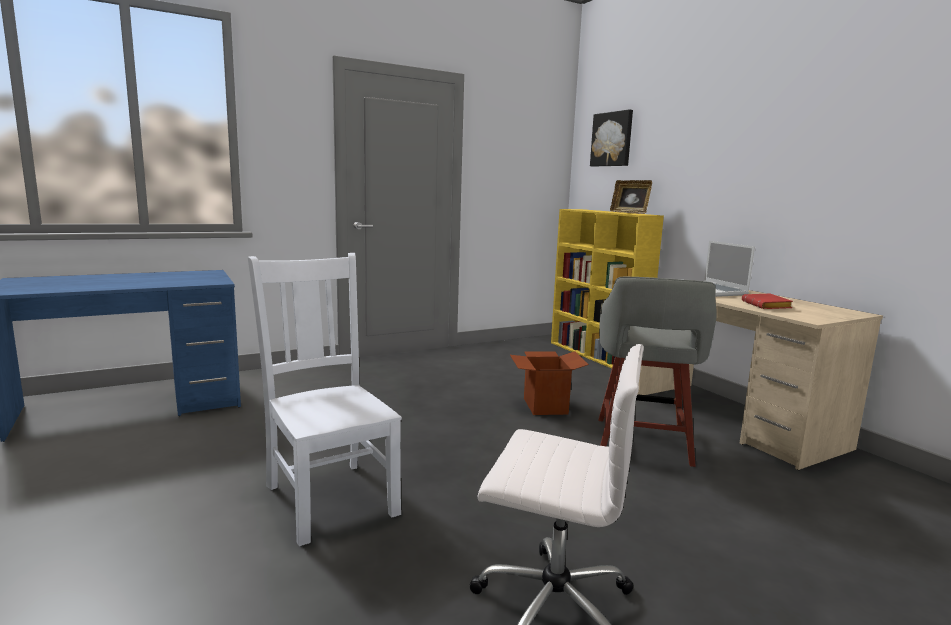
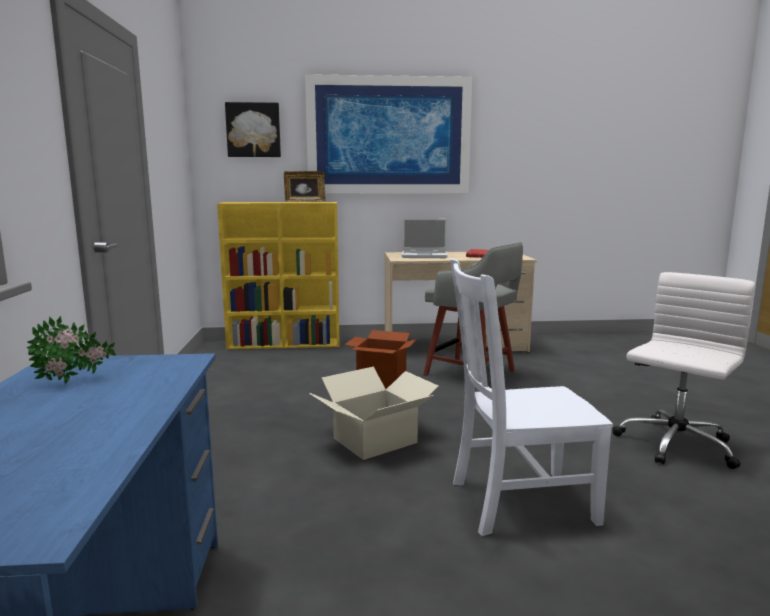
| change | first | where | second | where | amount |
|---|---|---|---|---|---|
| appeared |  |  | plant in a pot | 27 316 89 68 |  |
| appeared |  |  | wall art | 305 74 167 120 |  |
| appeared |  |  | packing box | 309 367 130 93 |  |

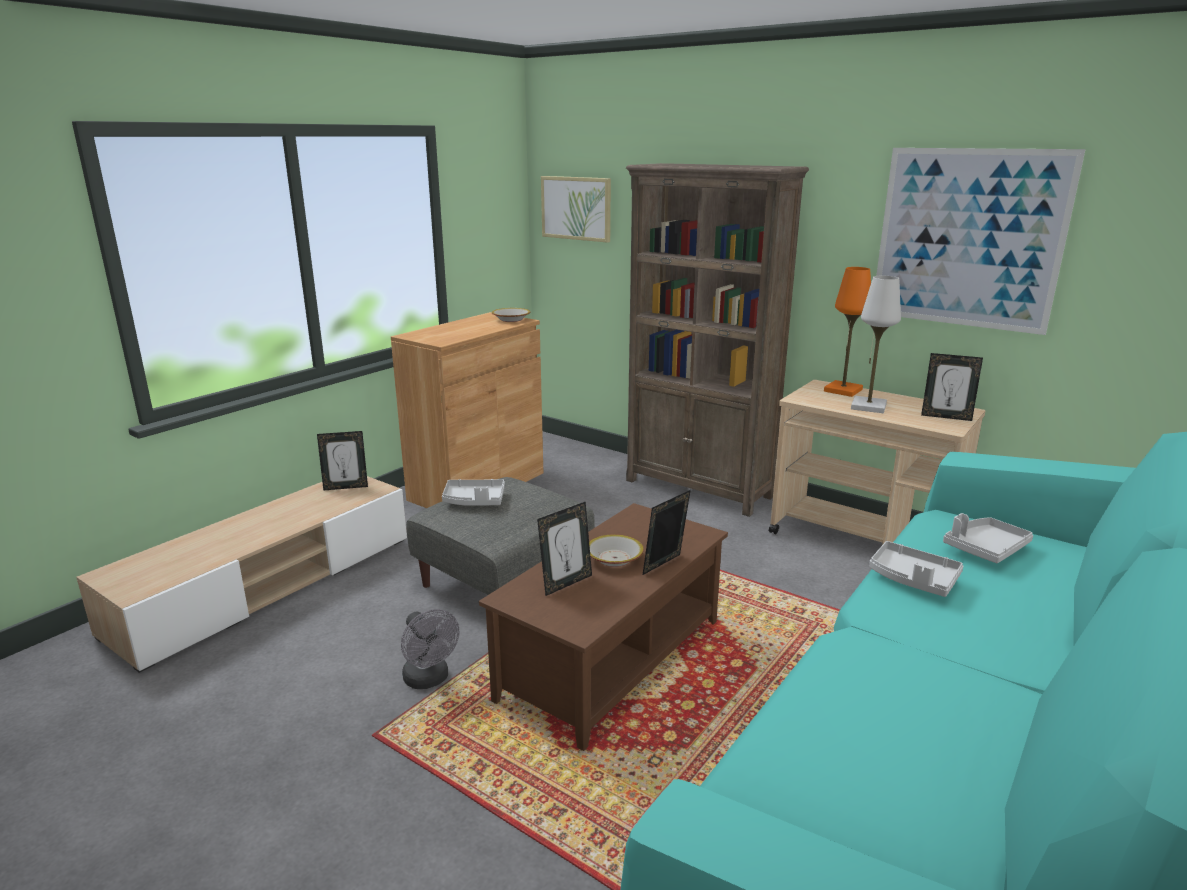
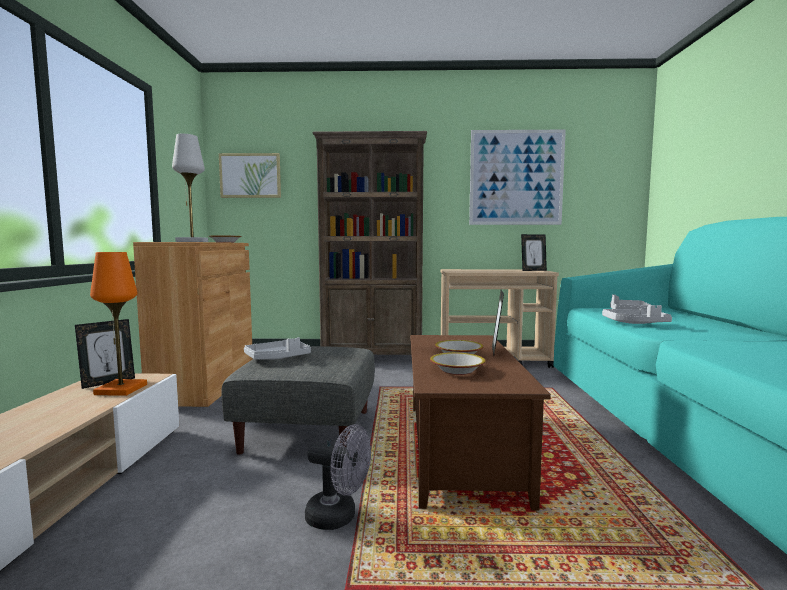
| change | first | where | second | where | amount |
|---|---|---|---|---|---|
| relocated | lamp for a table in orange | 824 267 47 130 |  | 90 252 57 144 |  |
| relocated | lamp for a table in whitish | 851 276 50 137 |  | 172 134 36 108 |  |
| exchanged | photo frame | 537 501 55 95 | bowl | 430 352 56 23 |  |

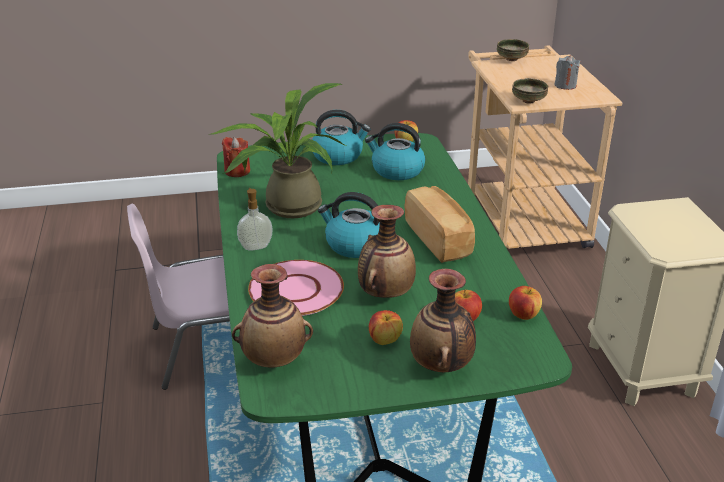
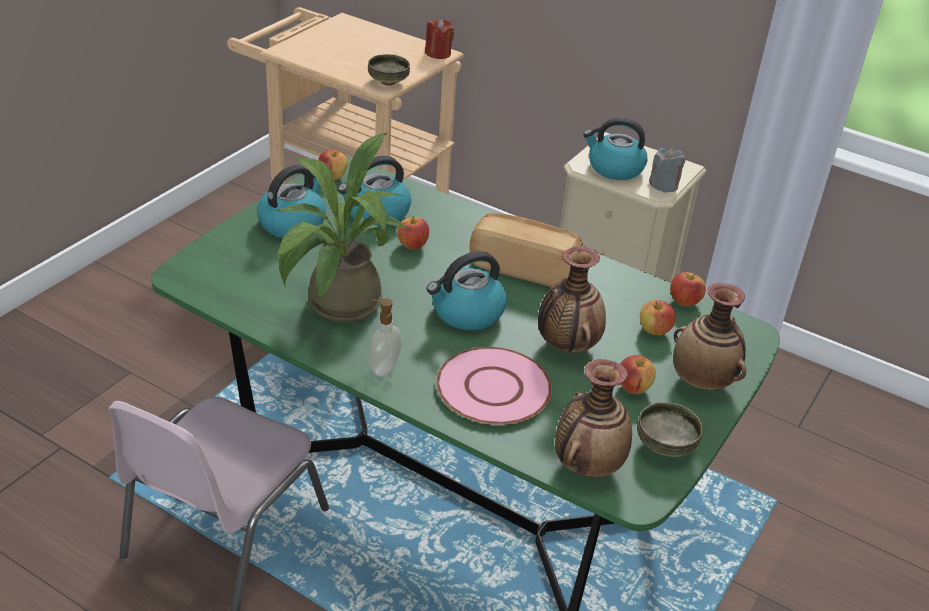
| change | first | where | second | where | amount |
|---|---|---|---|---|---|
| appeared |  |  | apple fruit | 397 216 32 34 |  |
| appeared |  |  | kettle | 583 118 65 62 |  |
| relocated | candle in reddish | 222 137 28 40 |  | 425 18 29 41 |  |
| relocated | bowl | 497 39 32 22 |  | 637 402 66 55 |  |
| relocated | candle in gray | 554 55 27 35 |  | 649 148 37 44 |  |

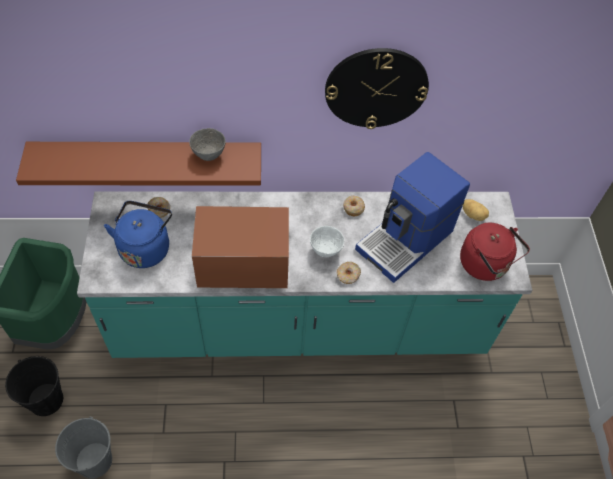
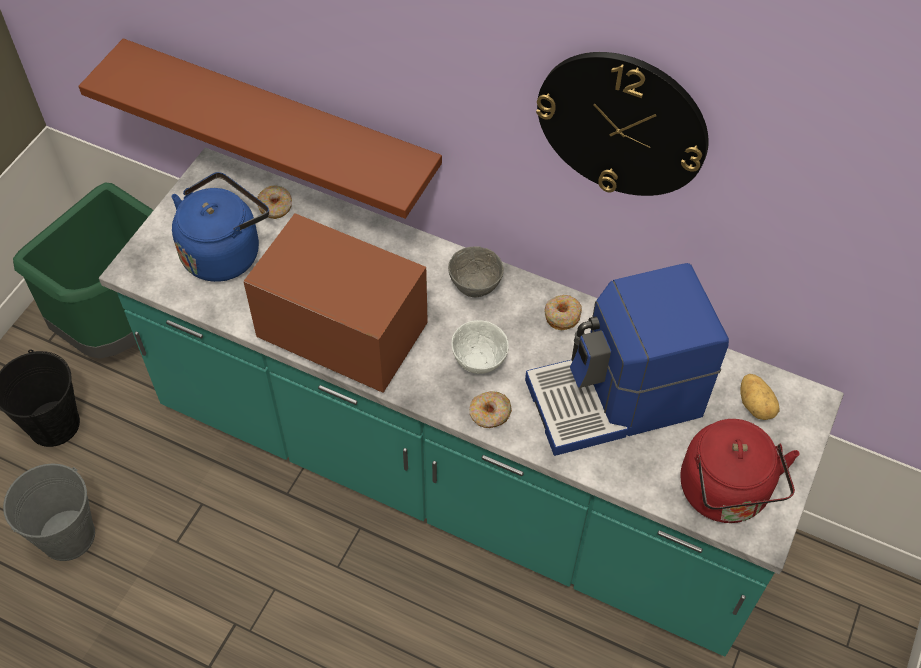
| change | first | where | second | where | amount |
|---|---|---|---|---|---|
| relocated | bowl in gray | 189 128 37 33 |  | 448 246 56 51 |  |

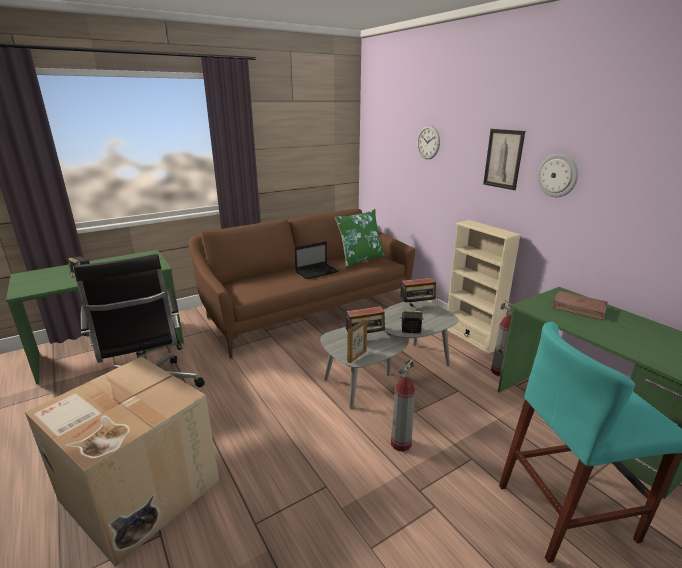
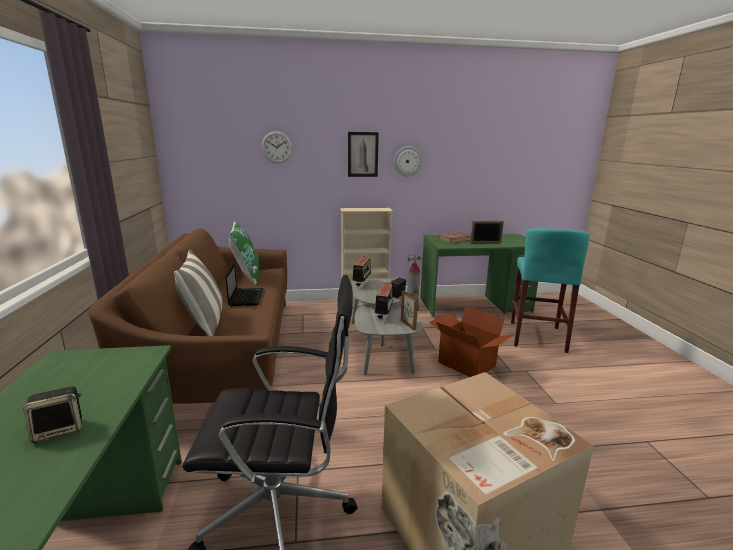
| change | first | where | second | where | amount |
|---|---|---|---|---|---|
| appeared |  |  | throw pillow | 174 249 49 87 |  |
| appeared |  |  | photo frame | 470 221 34 23 |  |
| exchanged | fire-fighting cylinder | 391 358 24 93 | packing box | 429 305 86 72 |  |

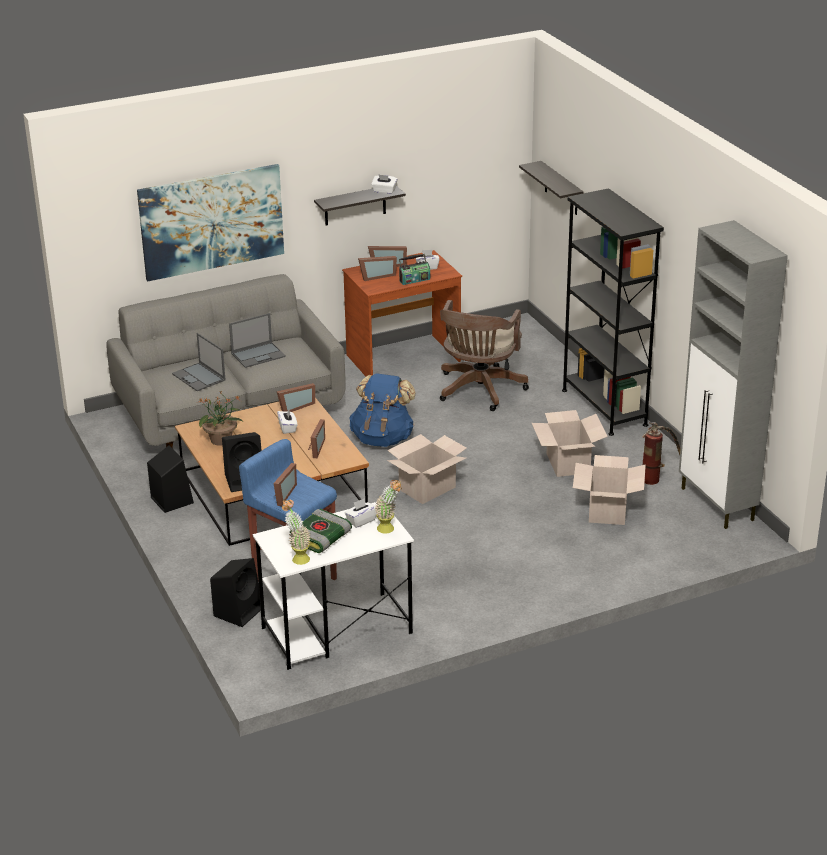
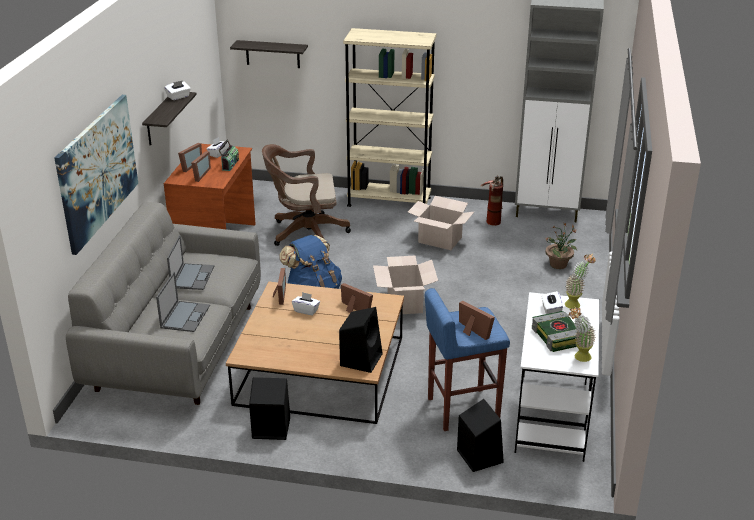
| change | first | where | second | where | amount |
|---|---|---|---|---|---|
| missing | packing box | 573 455 73 70 |  |  |  |
| relocated | plant in a pot | 196 392 47 54 |  | 545 223 32 46 |  |
| colour | bookcase in black | 562 188 102 248 | bookcase in beige | 343 28 94 179 |  |
| spun | laptop | 172 333 54 58 |  | 156 272 54 60 | 75 degrees counterclockwise |
| spun | desk chair in brown | 440 300 89 111 |  | 262 144 89 102 | 120 degrees clockwise |

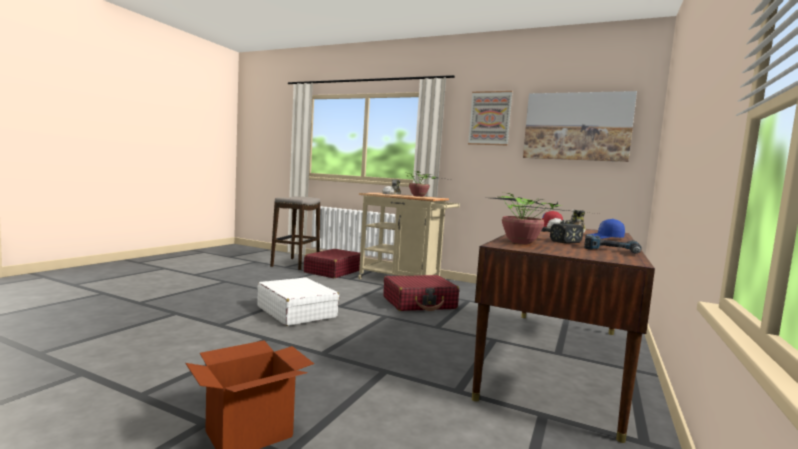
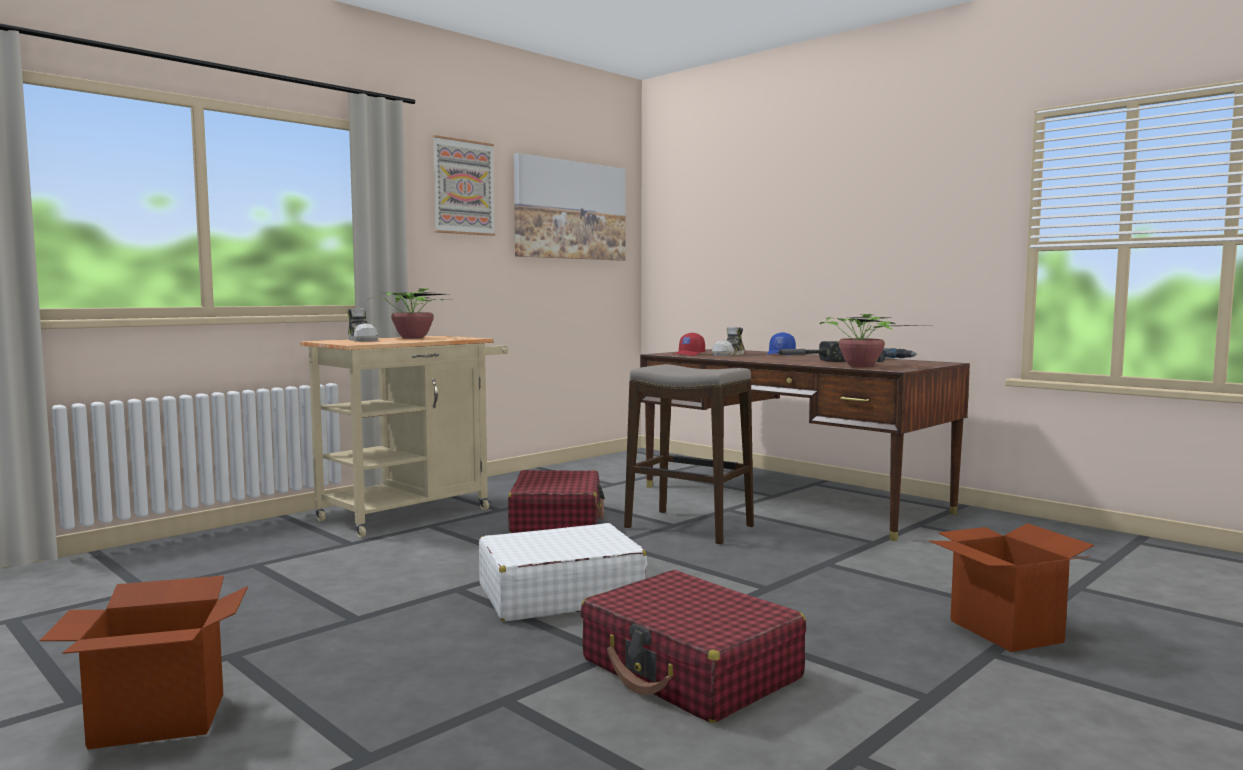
| change | first | where | second | where | amount |
|---|---|---|---|---|---|
| appeared |  |  | packing box | 39 576 209 173 |  |
| relocated | stool seat | 270 196 50 74 |  | 624 364 130 181 |  |
| relocated | piece of luggage in reddish | 304 249 56 29 |  | 581 570 225 153 |  |

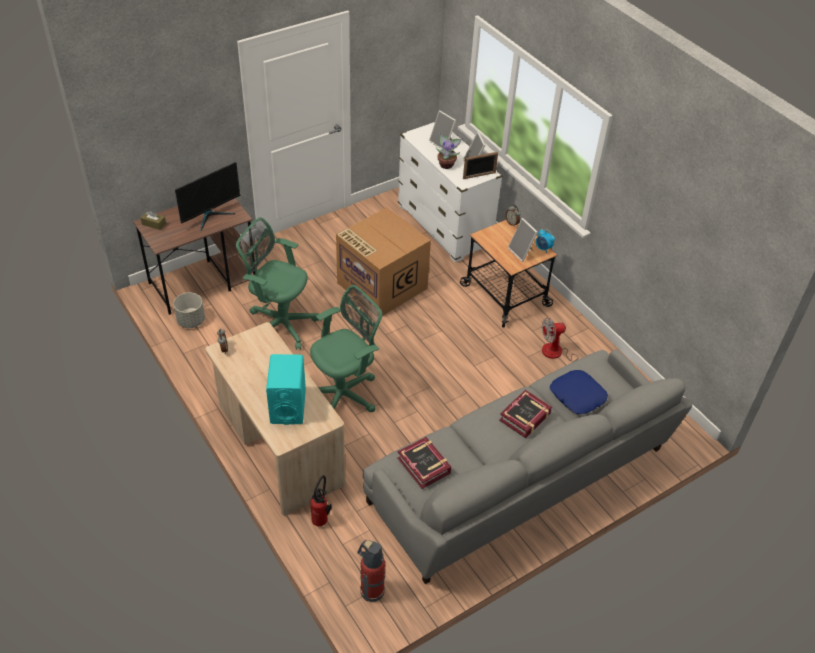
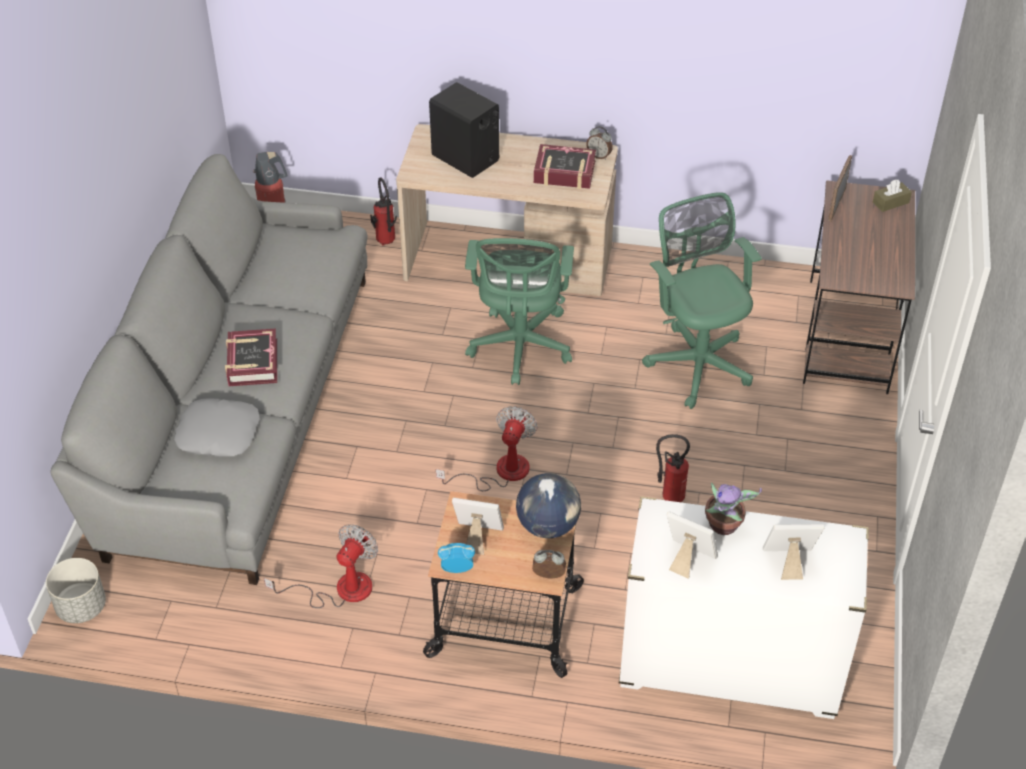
| change | first | where | second | where | amount |
|---|---|---|---|---|---|
| missing | computer screen | 175 162 65 69 |  |  |  |
| appeared |  |  | fan | 436 406 102 85 |  |
| appeared |  |  | globe | 516 473 65 65 |  |
| relocated | plant pot in gray | 173 292 32 36 |  | 46 558 60 65 |  |
| relocated | bound book | 397 437 54 52 |  | 534 144 62 45 |  |
| relocated | photo frame | 463 152 35 27 |  | 828 155 24 67 |  |
| exchanged | packing box | 336 207 95 109 | fire-fighting cylinder | 656 434 34 68 |  |
| colour | speaker in turquoise-coloured | 266 354 40 71 | speaker in black | 429 82 70 96 |  |
| colour | throw pillow in blue-coloured | 550 370 58 44 | throw pillow in gray | 174 398 85 59 |  |
| spun | desk chair in green-coloured | 236 218 83 132 |  | 642 192 120 217 | 90 degrees counterclockwise |

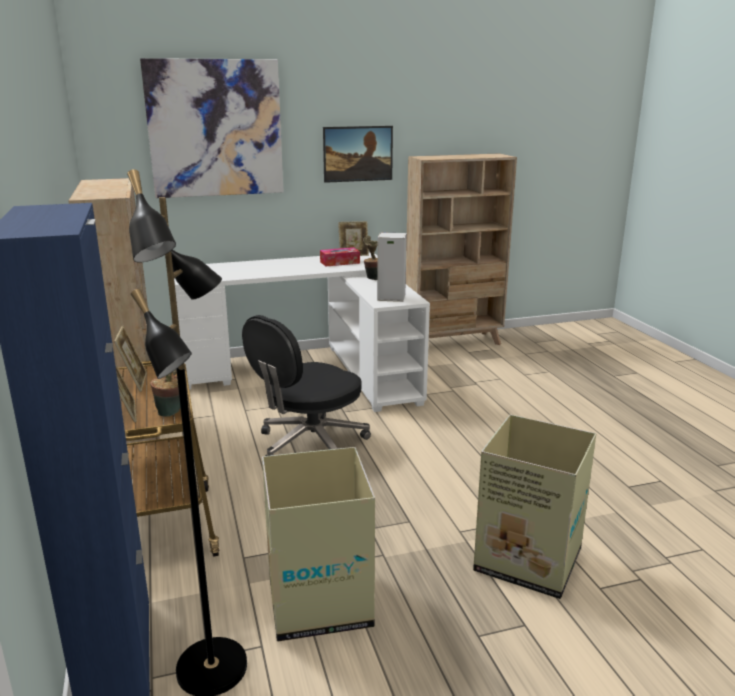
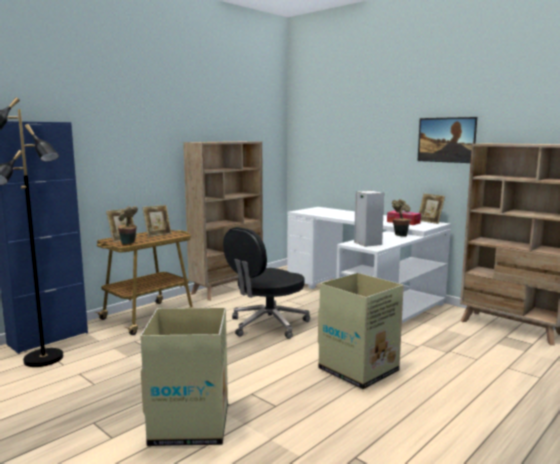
| change | first | where | second | where | amount |
|---|---|---|---|---|---|
| missing | wall art | 140 58 144 140 |  |  |  |
| relocated | packing box | 262 447 113 195 |  | 318 273 86 116 |  |
| spun | desk chair in black | 242 315 129 141 |  | 223 227 87 112 | 60 degrees counterclockwise |

